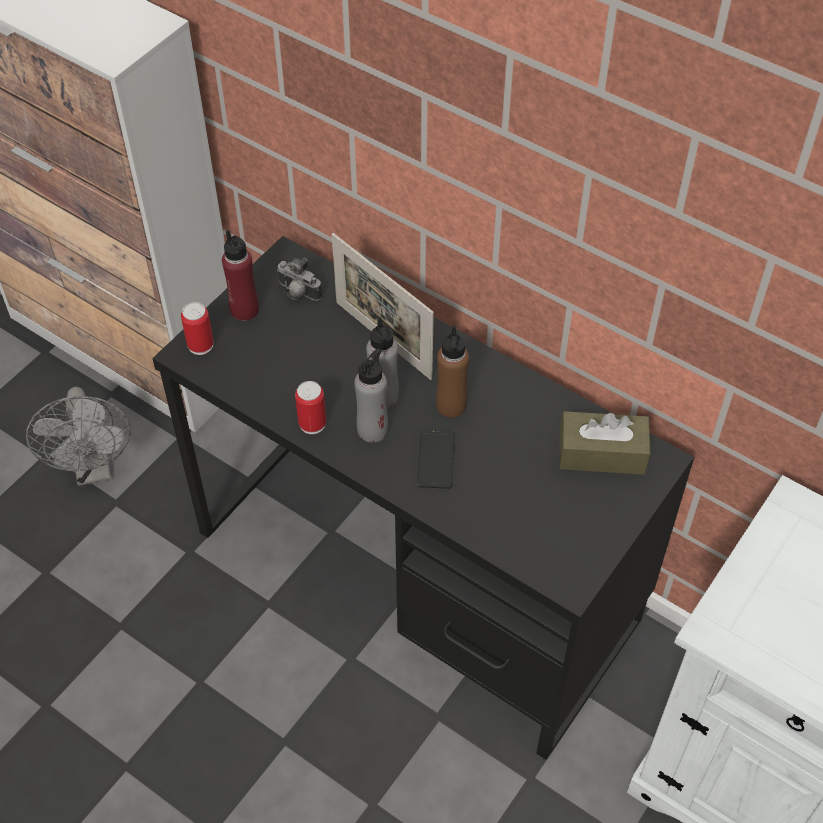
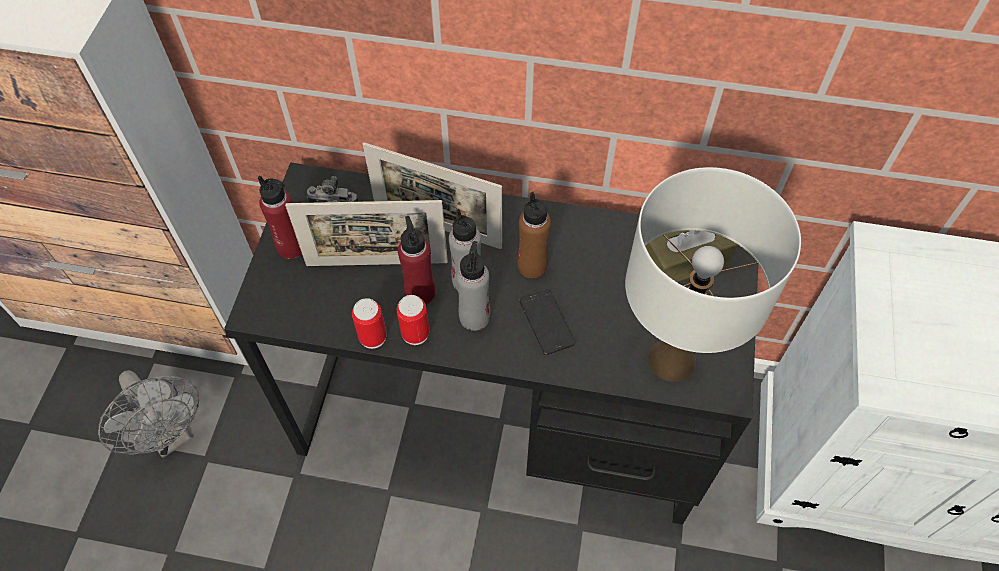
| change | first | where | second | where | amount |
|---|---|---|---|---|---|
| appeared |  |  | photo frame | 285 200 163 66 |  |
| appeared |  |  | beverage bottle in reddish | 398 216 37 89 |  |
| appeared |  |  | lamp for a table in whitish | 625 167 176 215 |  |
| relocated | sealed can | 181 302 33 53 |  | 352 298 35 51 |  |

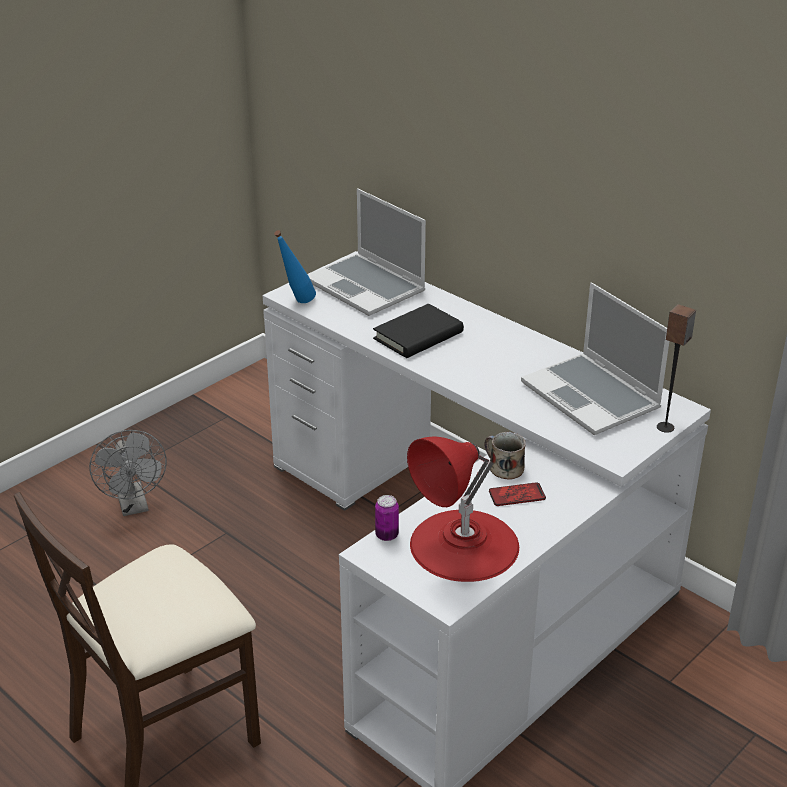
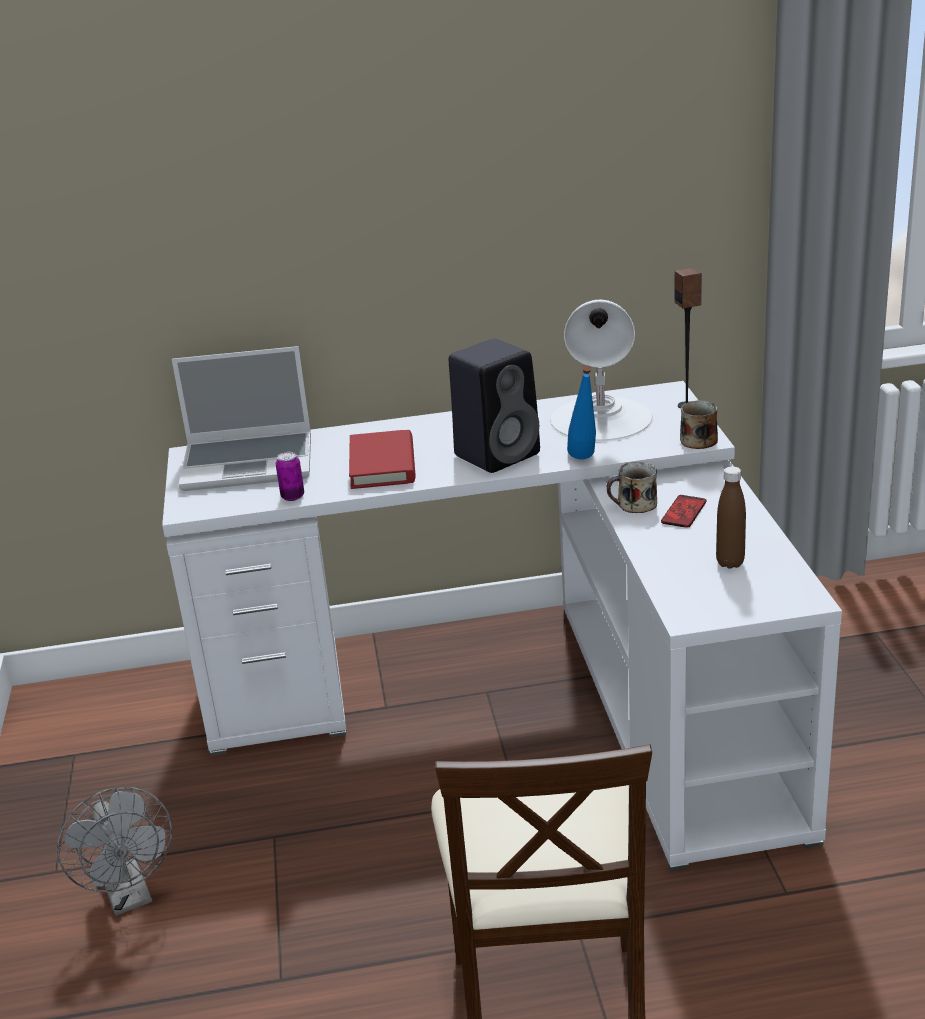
| change | first | where | second | where | amount |
|---|---|---|---|---|---|
| appeared |  |  | speaker in black | 449 339 91 134 |  |
| appeared |  |  | tea mug | 680 401 38 48 |  |
| relocated | beverage bottle in blue-coloured | 274 230 42 73 |  | 567 365 29 94 |  |
| relocated | sealed can | 375 495 24 46 |  | 276 452 28 49 |  |
| exchanged | lamp for a table in reddish | 407 437 112 145 | beverage bottle in brown | 716 466 30 103 |  |
| exchanged | laptop | 521 282 148 153 | lamp for a table in whitish | 549 300 105 142 |  |
| colour | bound book in black | 373 304 91 54 | bound book in reddish | 349 430 67 59 |  |
| spun | fan in gray | 89 430 78 86 |  | 57 787 115 129 | 45 degrees clockwise |

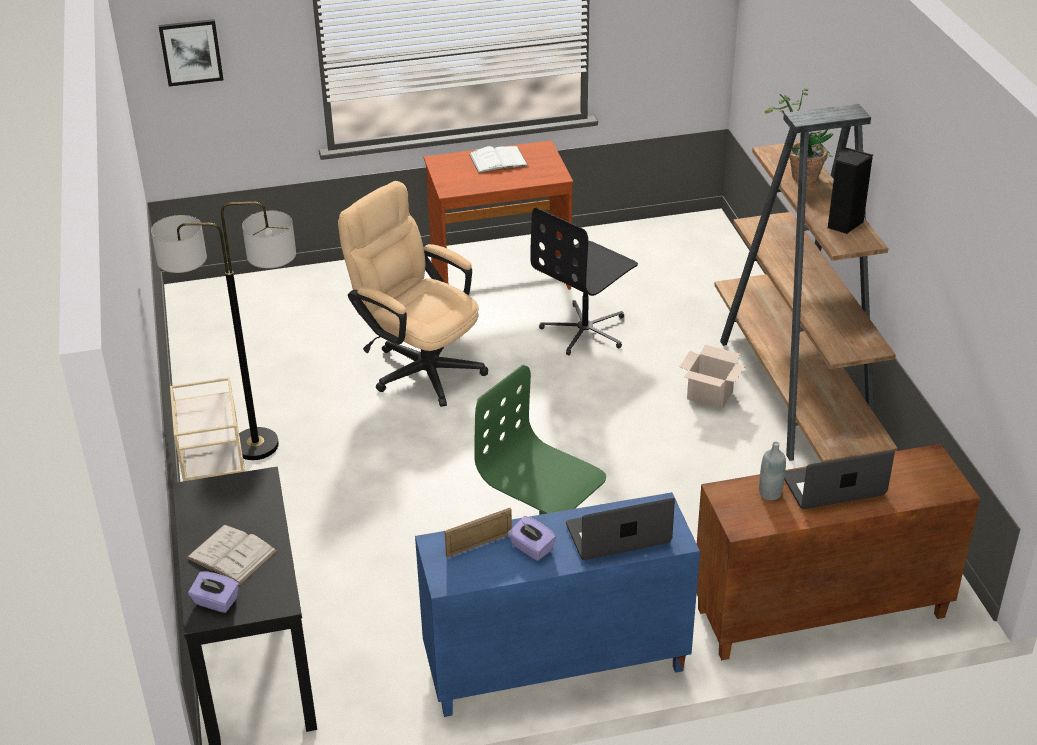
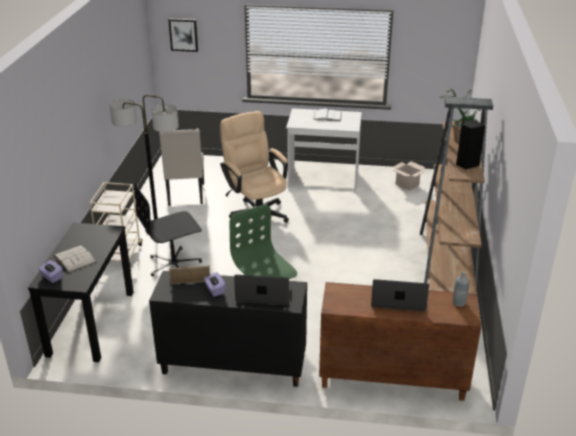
| change | first | where | second | where | amount |
|---|---|---|---|---|---|
| appeared |  |  | plain chair in beige | 159 128 45 78 |  |
| relocated | desk chair in black | 530 207 108 148 |  | 134 183 68 94 |  |
| relocated | packing box | 680 345 65 64 |  | 392 161 33 30 |  |
| relocated | beverage bottle in gray | 759 442 27 58 |  | 453 271 16 36 |  |
| colour | cupboard in blue-coloured | 415 492 285 225 | cupboard in black | 149 271 158 116 |  |
| colour | desk table in brown | 424 140 149 150 | desk table in whitish | 286 108 76 85 |  |

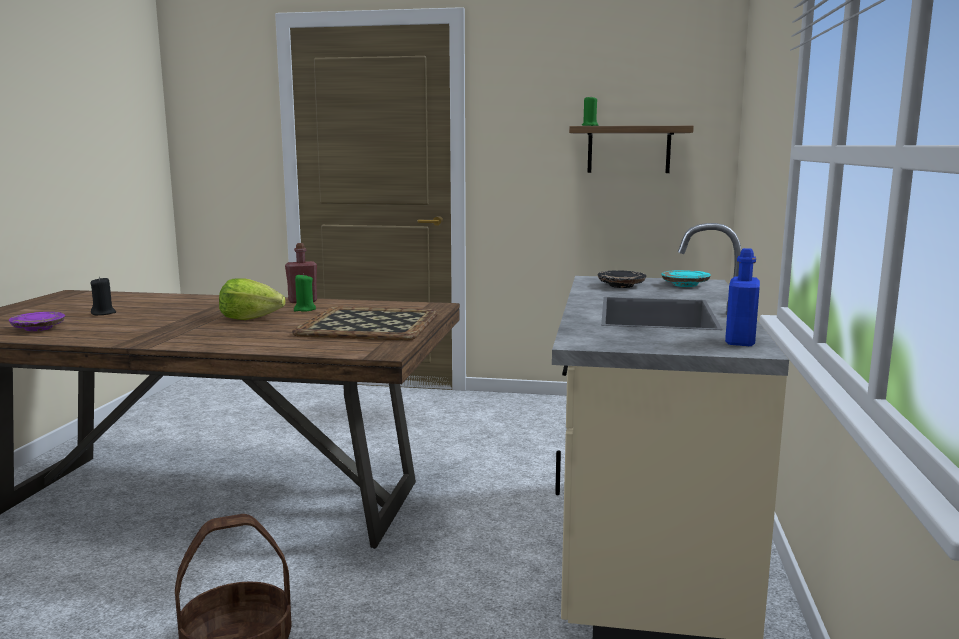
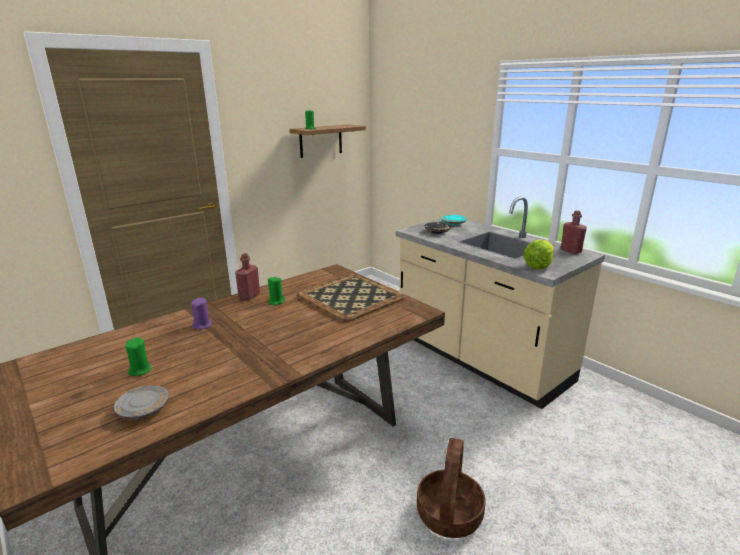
| change | first | where | second | where | amount |
|---|---|---|---|---|---|
| appeared |  |  | candle in purple-coloured | 191 298 21 32 |  |
| relocated | head of lettuce | 219 278 67 42 |  | 523 240 31 30 |  |
| colour | dinner plate in purple-coloured | 9 312 56 19 | dinner plate in gray | 114 386 55 34 |  |
| colour | candle in black | 90 277 26 38 | candle in green-coloured | 125 338 27 38 |  |
| colour | beverage bottle in blue-coloured | 725 248 35 98 | beverage bottle in reddish | 560 210 27 44 |  |

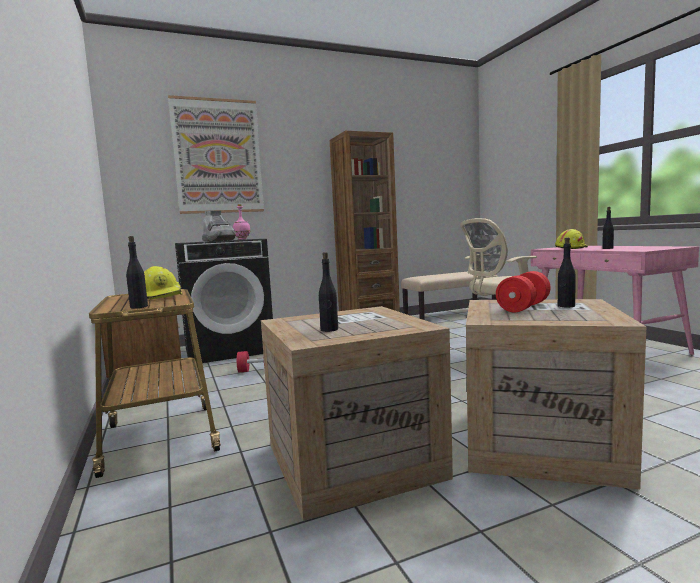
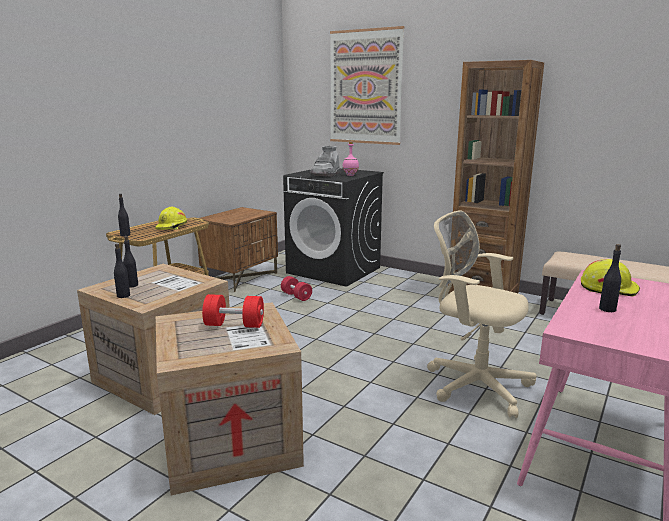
| change | first | where | second | where | amount |
|---|---|---|---|---|---|
| relocated | beverage bottle in black | 558 238 18 69 |  | 114 244 16 54 |  |

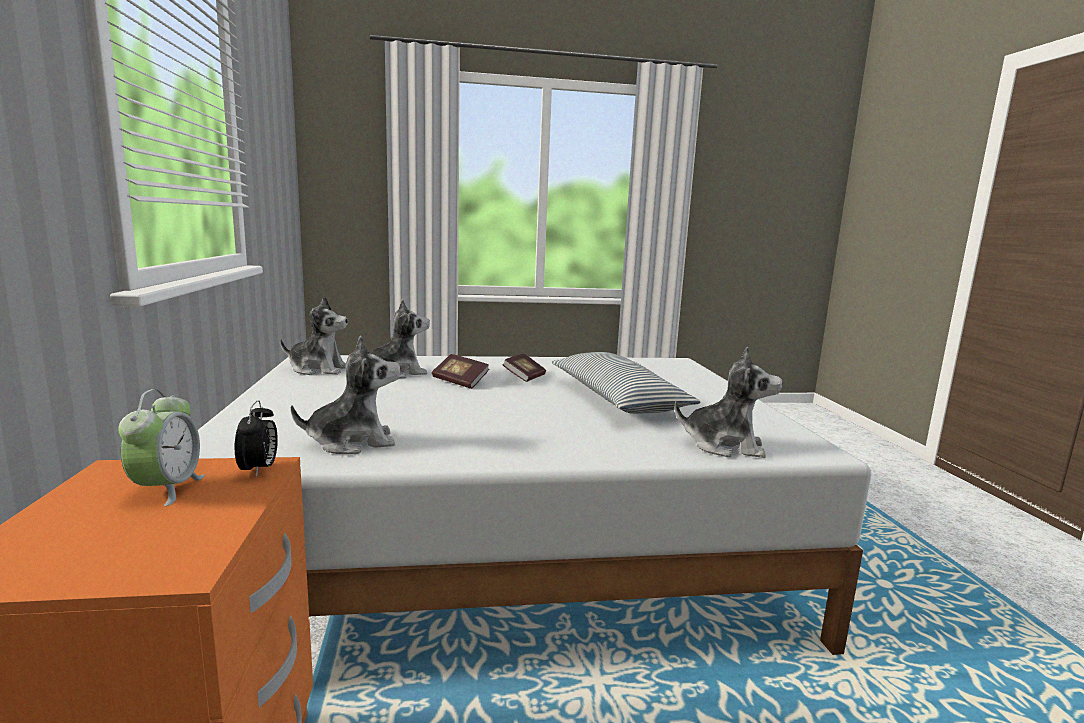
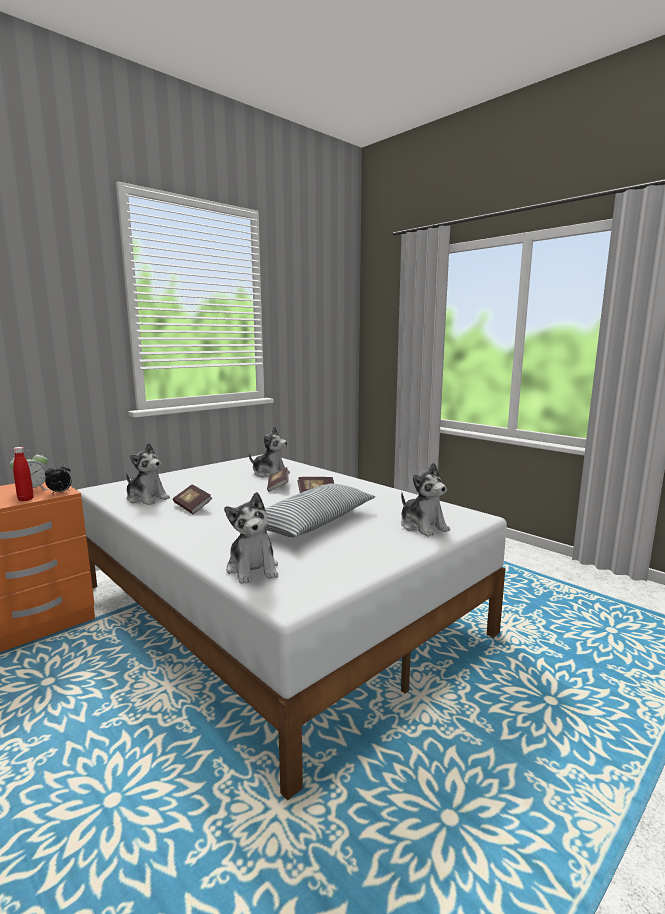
| change | first | where | second | where | amount |
|---|---|---|---|---|---|
| appeared |  |  | beverage bottle in reddish | 13 447 21 54 |  |
| appeared |  |  | bound book | 173 485 39 29 |  |
| relocated | cuddly toy | 280 296 68 79 |  | 401 463 49 74 |  |

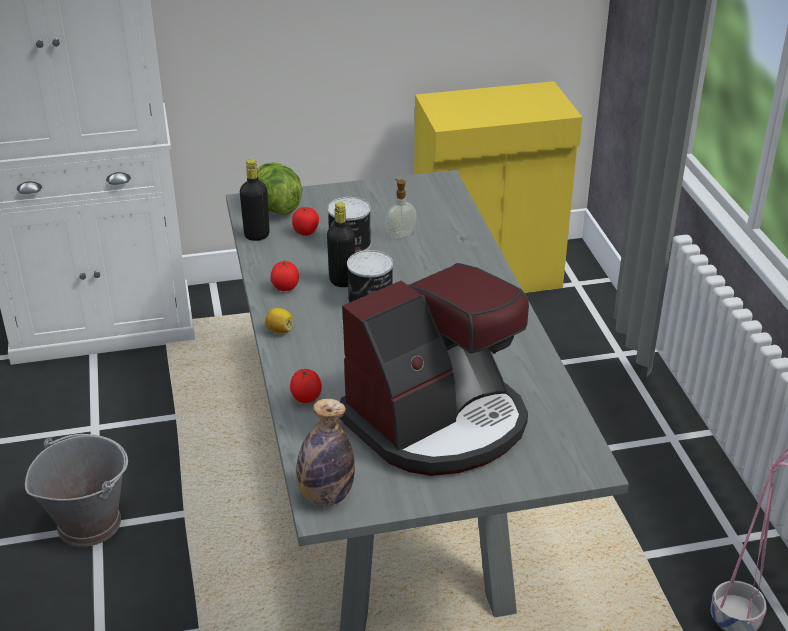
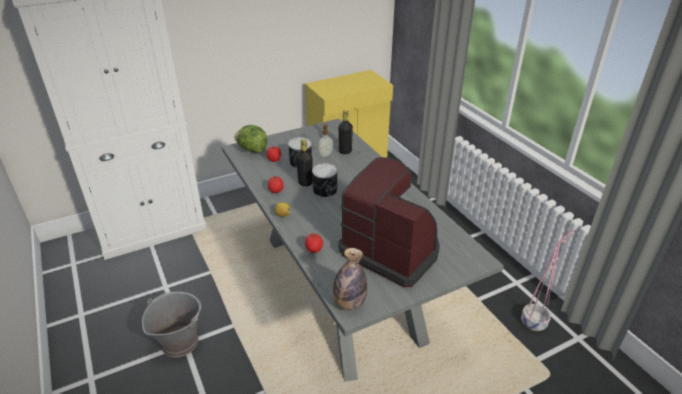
| change | first | where | second | where | amount |
|---|---|---|---|---|---|
| relocated | beverage bottle in black | 240 159 29 82 |  | 338 110 15 44 |  |
| spun | coffee machine | 339 263 190 213 |  | 339 157 101 130 | 90 degrees counterclockwise |

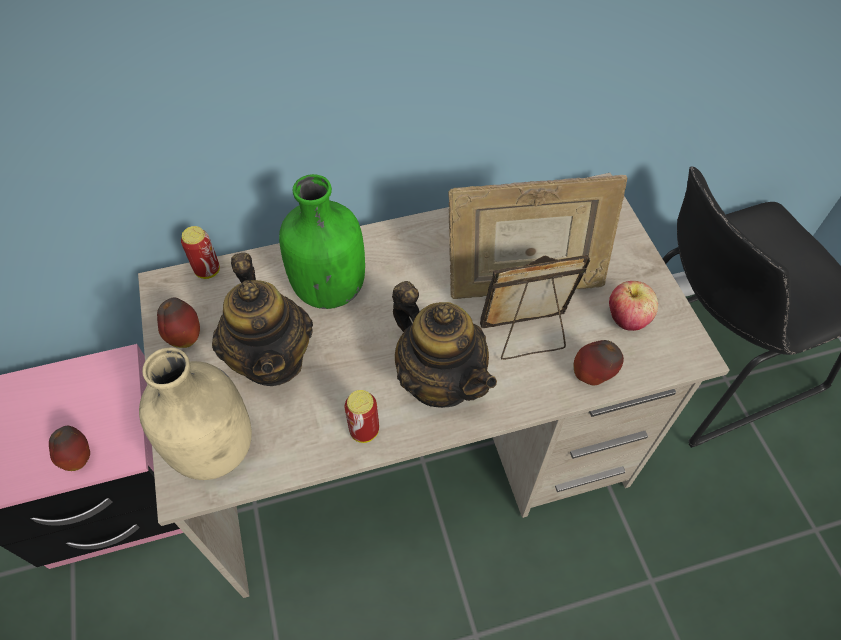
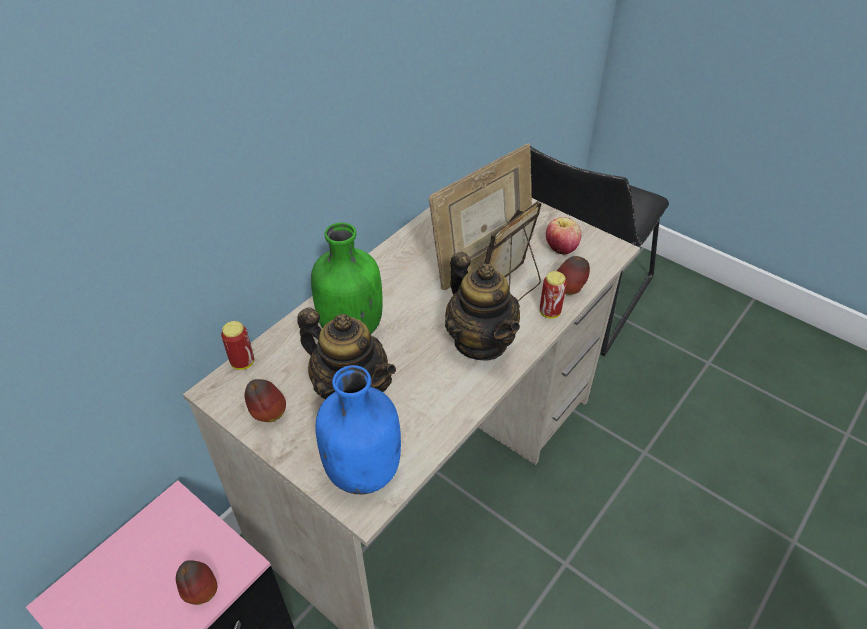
| change | first | where | second | where | amount |
|---|---|---|---|---|---|
| relocated | sealed can | 345 390 34 53 |  | 540 271 27 48 |  |
| colour | beverage bottle in beige | 139 347 113 133 | beverage bottle in blue-coloured | 316 365 85 129 |  |
| spun | teapot | 392 281 105 127 |  | 445 252 75 108 | 45 degrees clockwise |

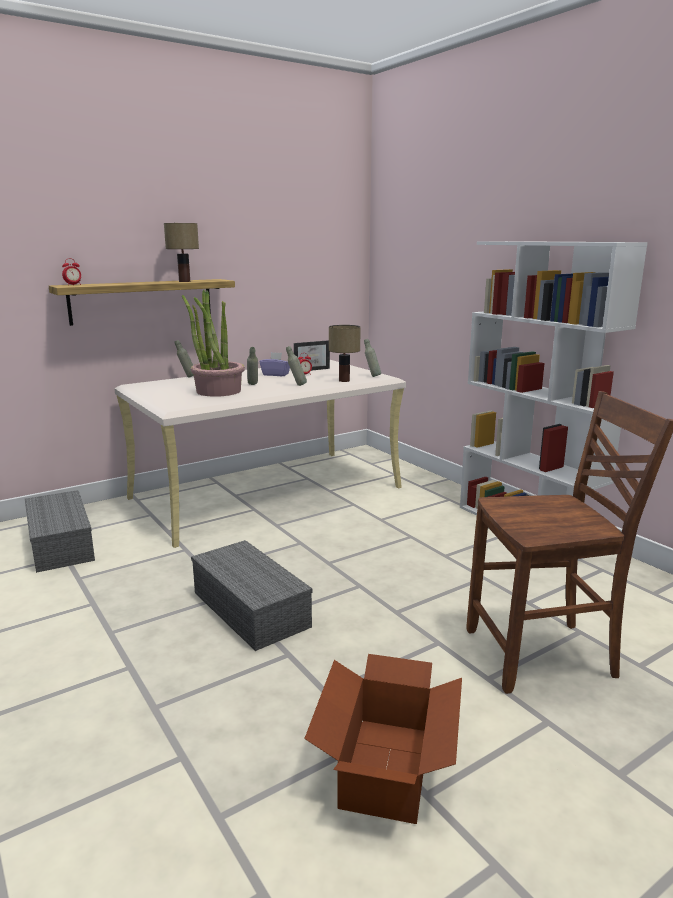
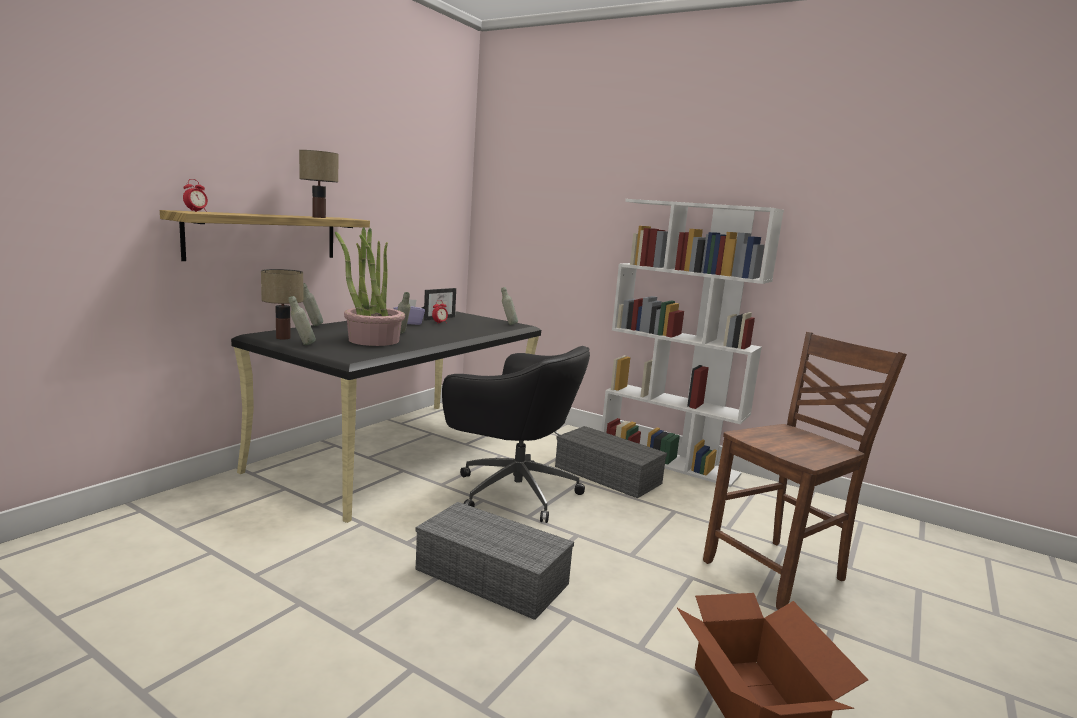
| change | first | where | second | where | amount |
|---|---|---|---|---|---|
| appeared |  |  | desk chair in black | 442 346 148 177 |  |
| relocated | storage box in gray | 25 490 70 83 |  | 555 426 112 73 |  |
| relocated | beverage bottle in gray | 286 346 21 40 |  | 289 296 27 49 |  |
| relocated | lamp for a table | 329 325 32 57 |  | 261 269 43 70 |  |
| colour | desk table in beige | 114 360 292 188 | desk table in black | 231 311 310 212 |  |

